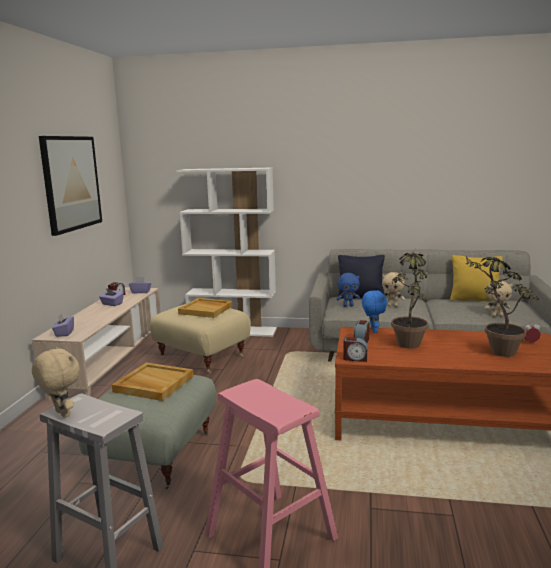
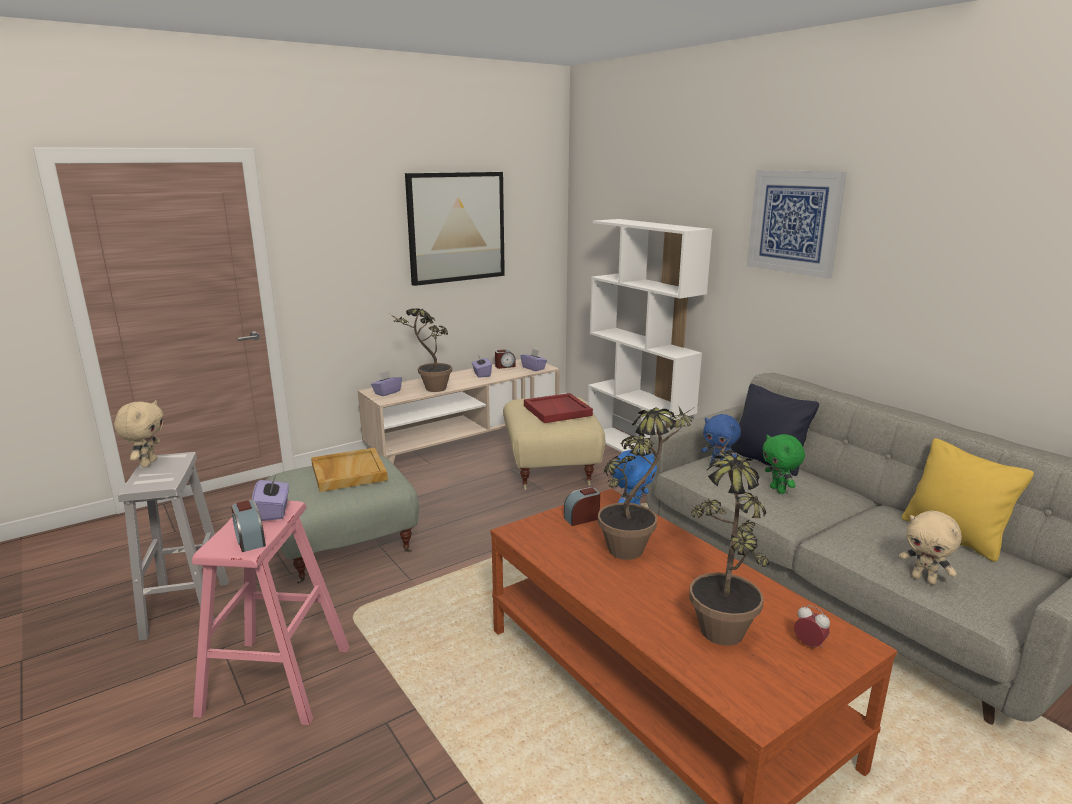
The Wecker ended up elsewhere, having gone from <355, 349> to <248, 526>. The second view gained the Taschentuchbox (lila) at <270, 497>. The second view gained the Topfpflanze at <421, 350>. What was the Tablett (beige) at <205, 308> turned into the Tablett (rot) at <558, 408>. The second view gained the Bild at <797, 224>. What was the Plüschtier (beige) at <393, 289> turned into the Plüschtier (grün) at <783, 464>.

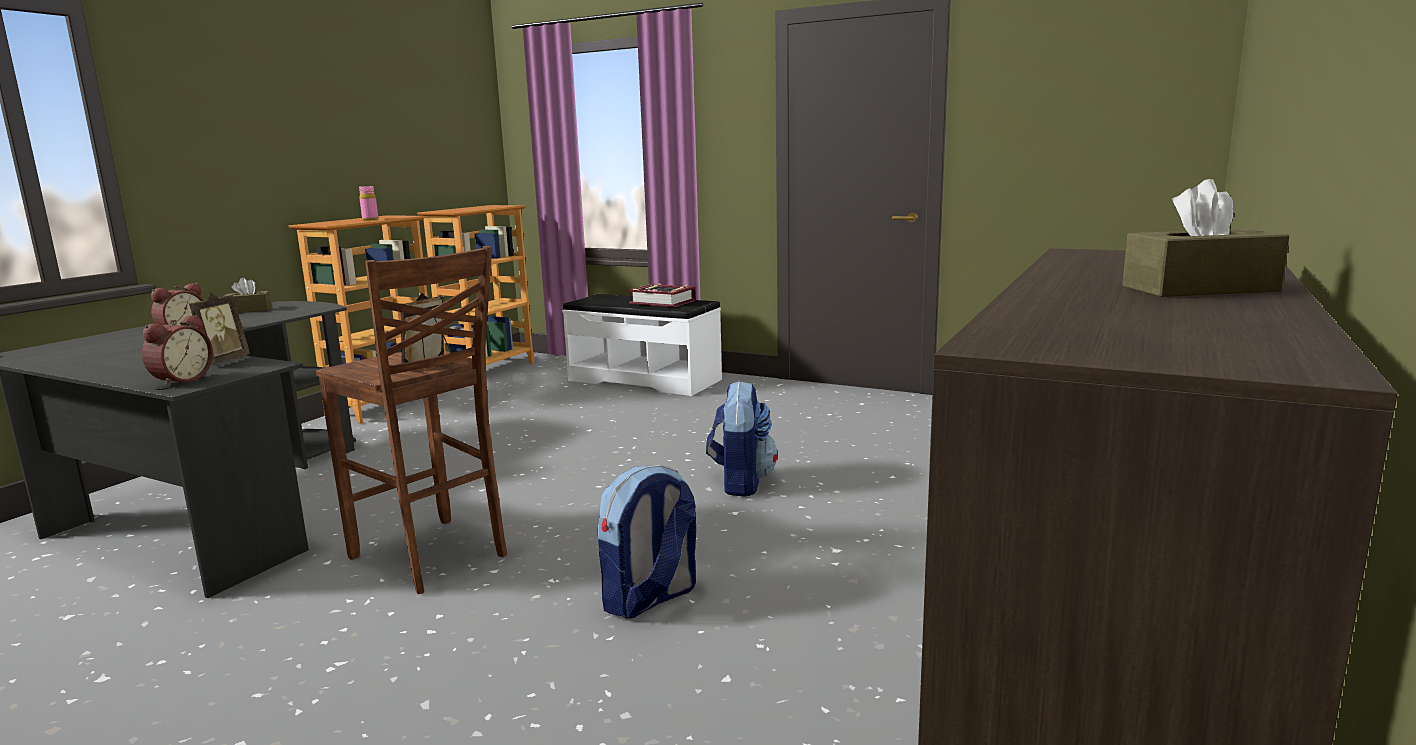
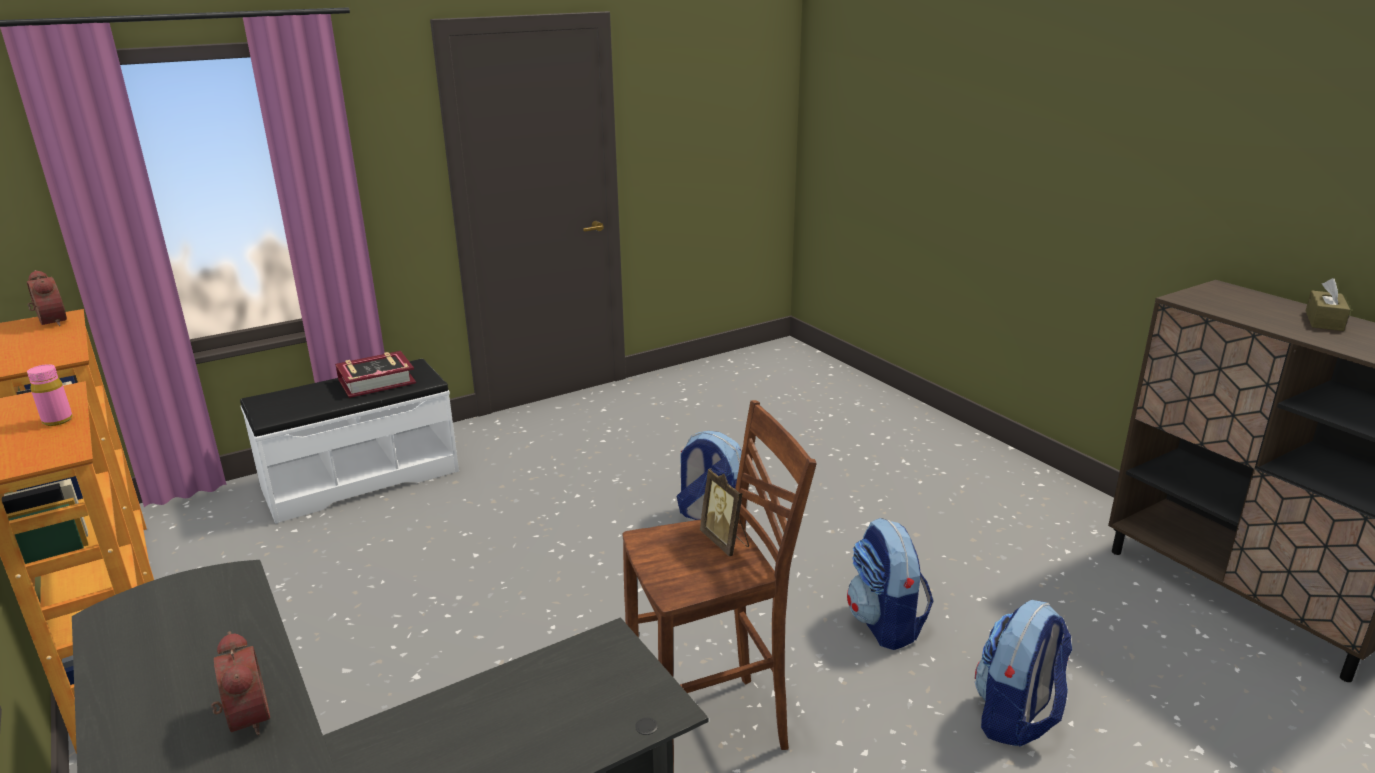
The Wecker ended up elsewhere, having gone from <177, 351> to <47, 298>. The second view gained the Rucksack at <1023, 673>. The second view lost the Bilderrahmen at <219, 328>. The second view lost the Taschentuchbox (braun) at <247, 295>.

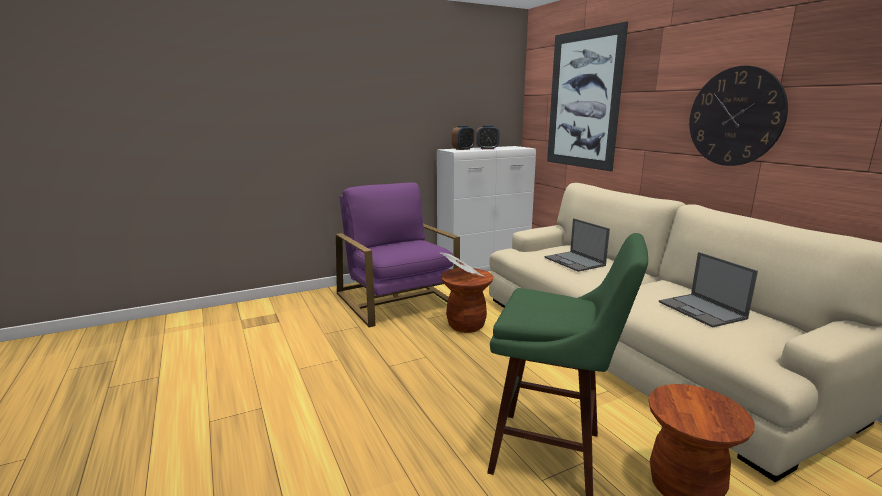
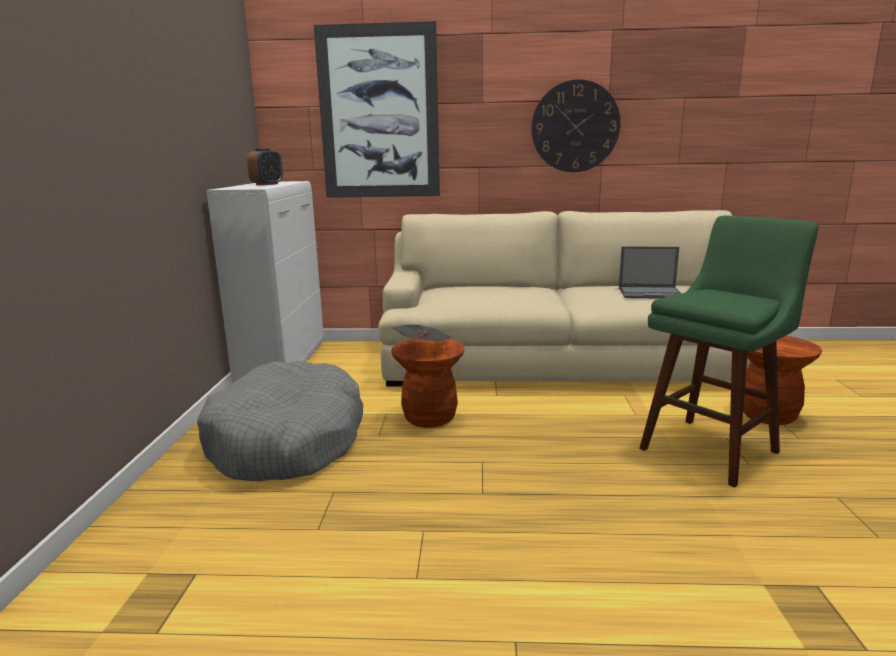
Where the Sessel (lila) stood at <398, 255>, the Hundebett (grau) came to stand at <280, 421>. The second view lost the Wecker at <463, 137>. The second view lost the Laptop at <577, 245>.

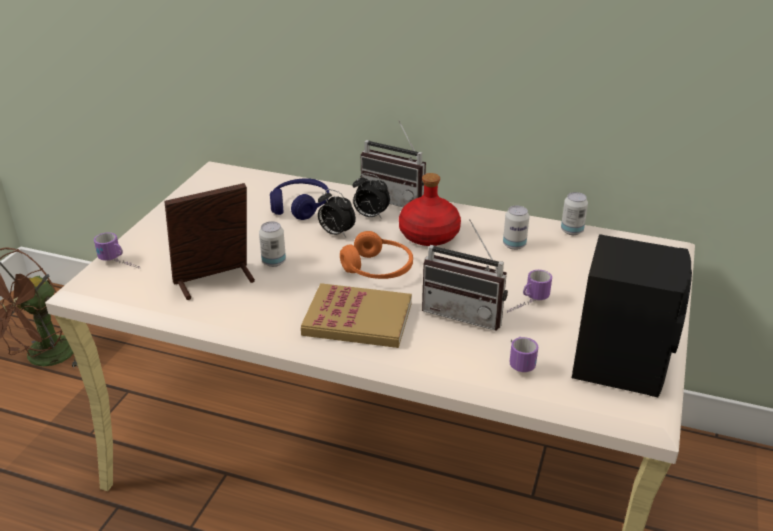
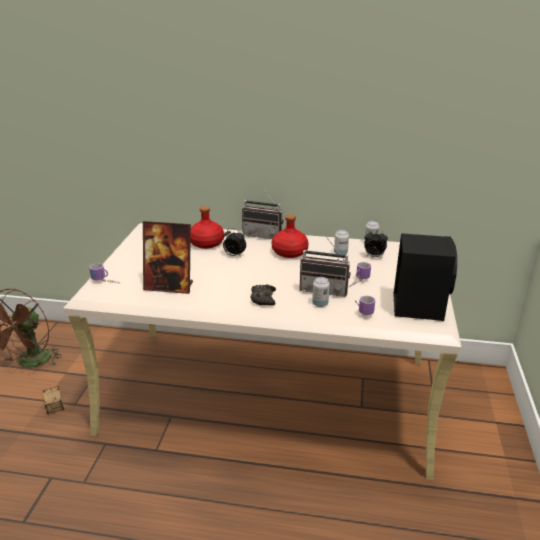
The second view gained the Aufbewahrungsbox at <53, 400>. The Bilderrahmen at <209, 241> ended up facing another way, 135 degrees counterclockwise from before. Where the Kopfhörer (blau) stood at <299, 199>, the Flasche (rot) came to stand at <207, 227>. Where the Buch stood at <356, 315>, the Gamepad (schwarz) came to stand at <263, 295>. The Dose ended up elsewhere, having gone from <272, 244> to <321, 292>. The Wecker ended up elsewhere, having gone from <371, 196> to <376, 243>. The second view lost the Kopfhörer (orange) at <376, 255>.

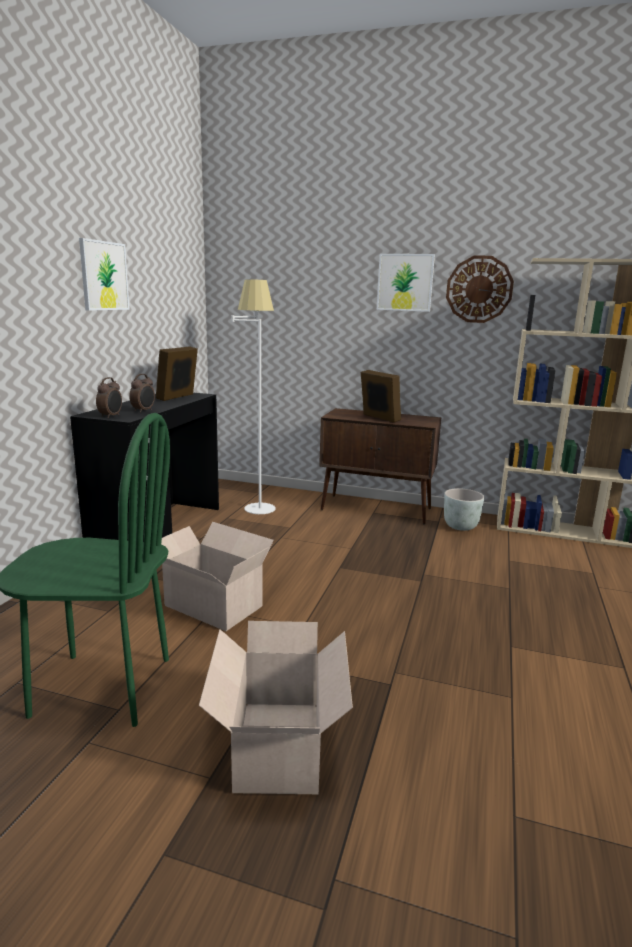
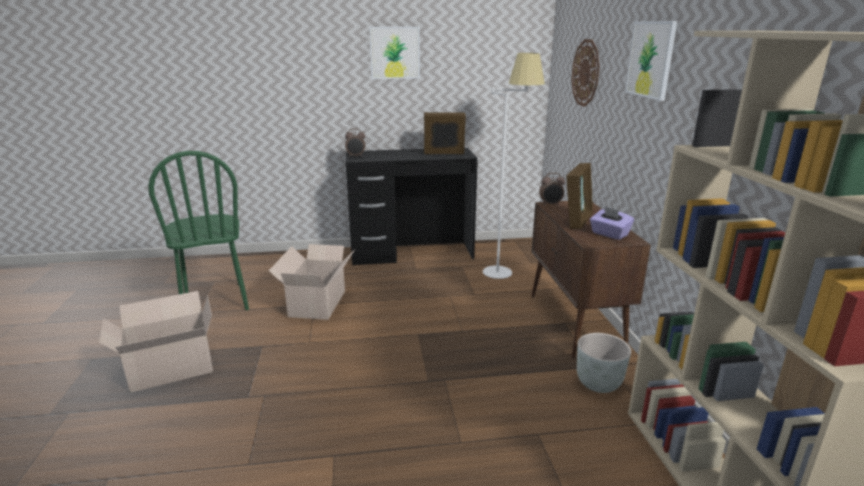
The Wecker ended up elsewhere, having gone from <142, 393> to <552, 189>. The Wanduhr ended up elsewhere, having gone from <480, 289> to <585, 73>. The second view gained the Taschentuchbox (lila) at <612, 223>.

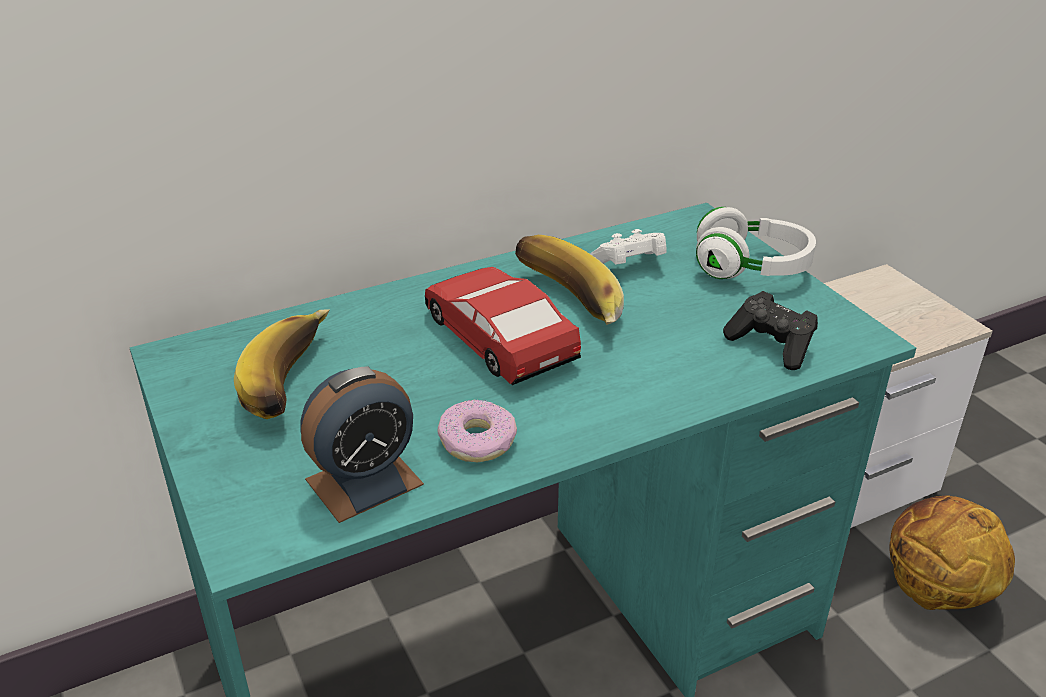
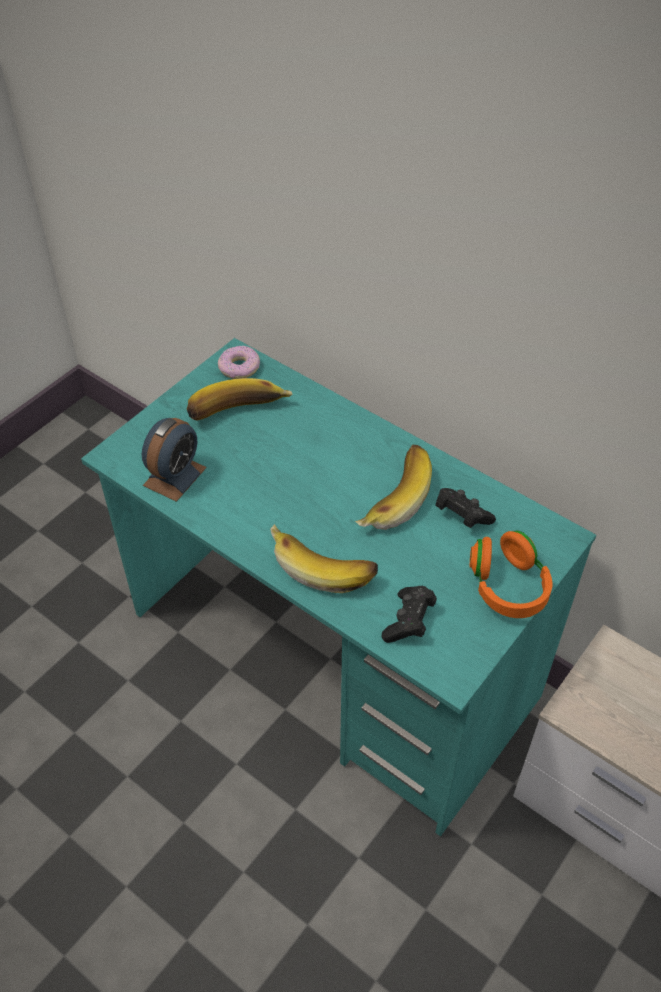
The Wecker at <362, 444> ended up facing another way, 90 degrees counterclockwise from before. The Donut ended up elsewhere, having gone from <477, 430> to <239, 362>. The second view gained the Banane at <324, 558>. What was the Gamepad (weiß) at <628, 247> turned into the Gamepad (schwarz) at <465, 508>. What was the Kopfhörer (weiß) at <756, 243> turned into the Kopfhörer (orange) at <511, 574>. The second view lost the Spielzeugauto at <503, 326>. The second view lost the Basketball at <952, 552>.

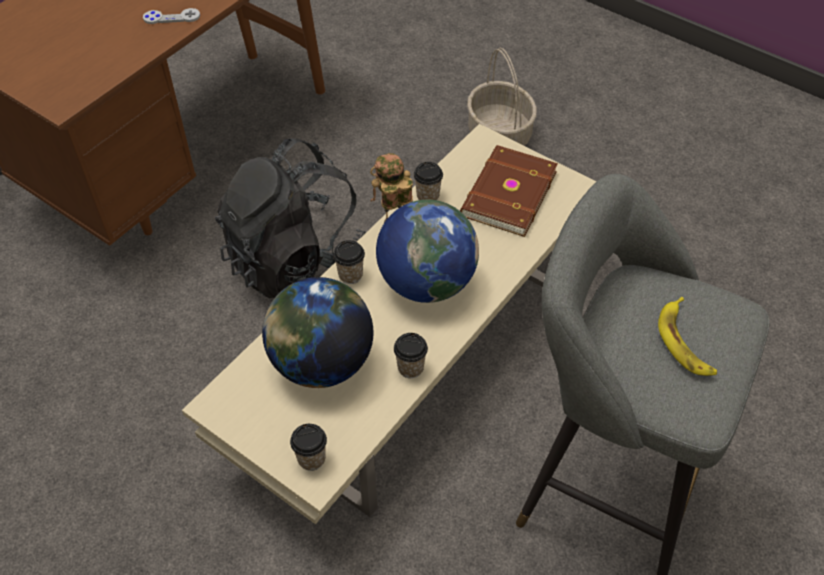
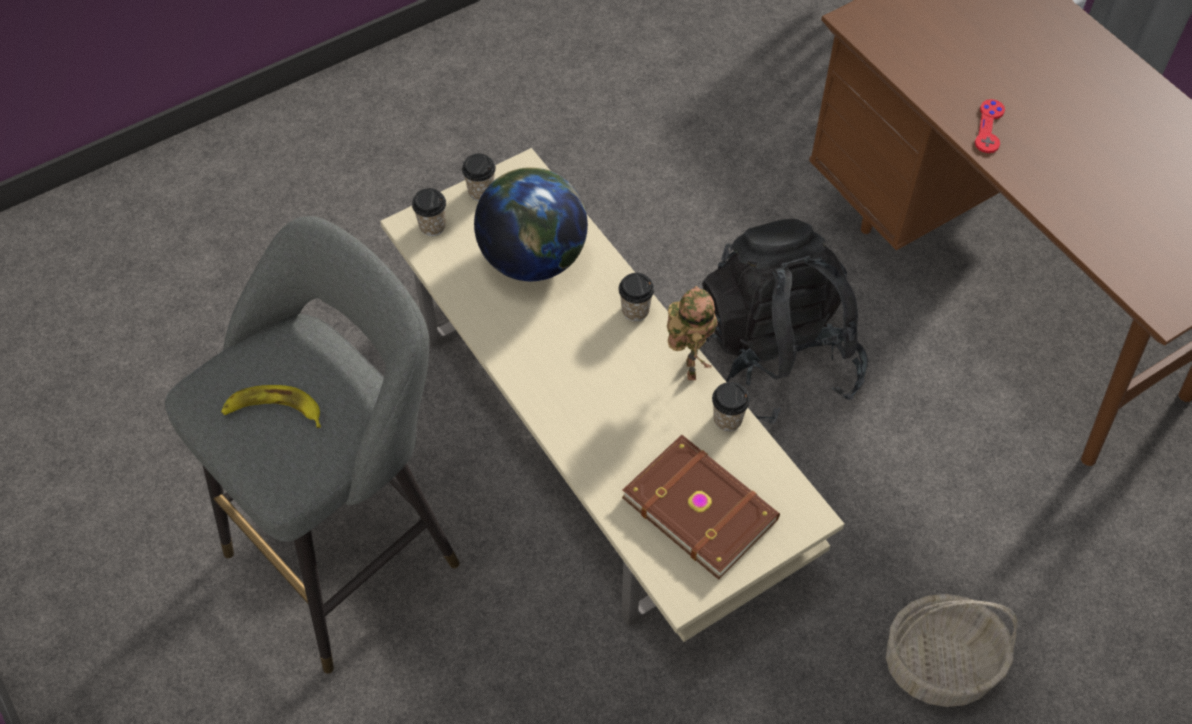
The Tasse ended up elsewhere, having gone from <411, 355> to <479, 177>. What was the Gamepad (grau) at <171, 16> turned into the Gamepad (rot) at <990, 126>. The second view lost the Globus at <427, 251>.

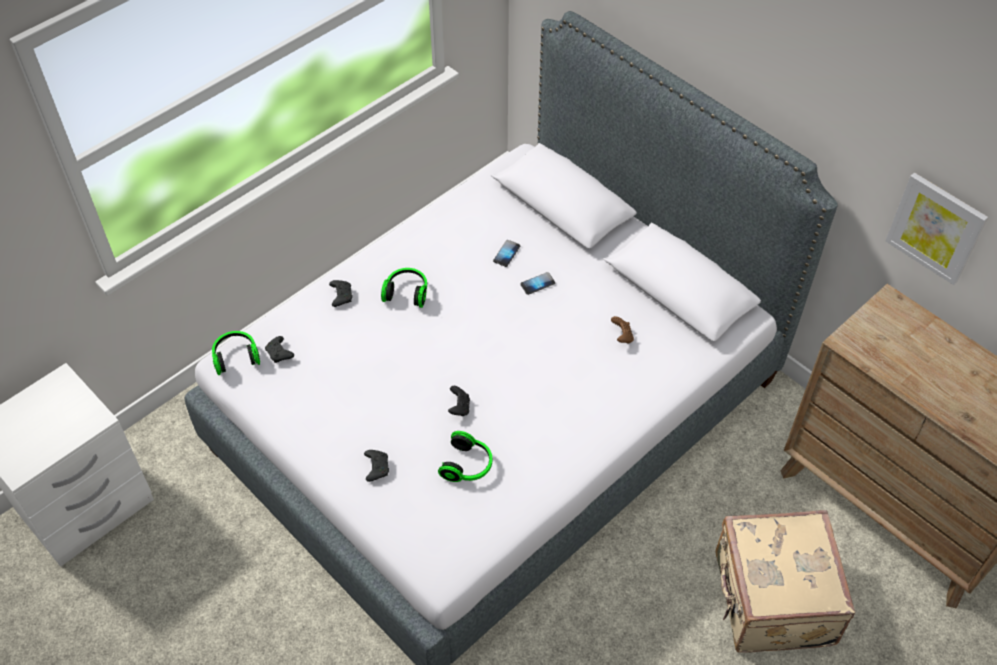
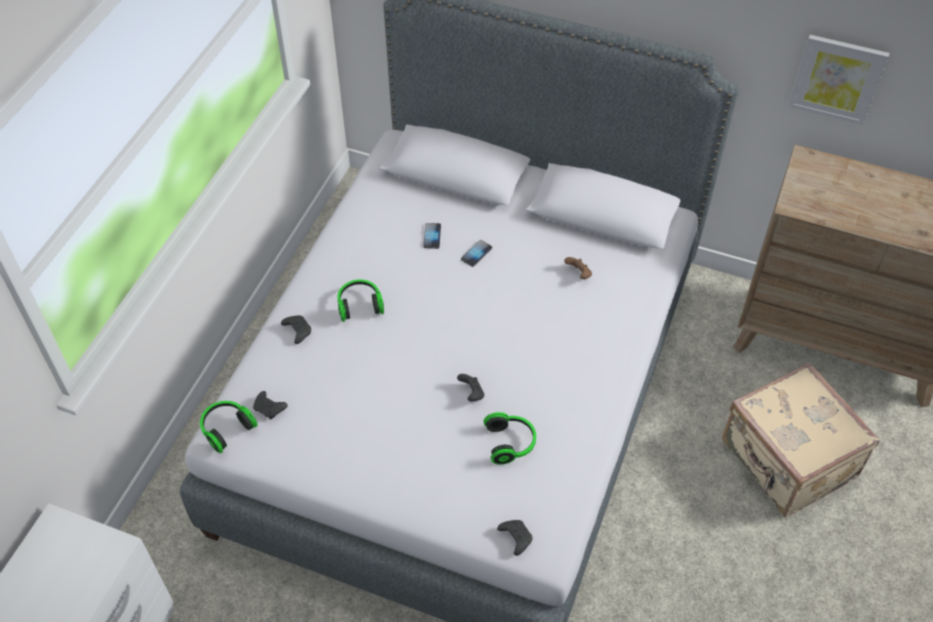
The Gamepad (schwarz) ended up elsewhere, having gone from <376, 466> to <515, 538>.

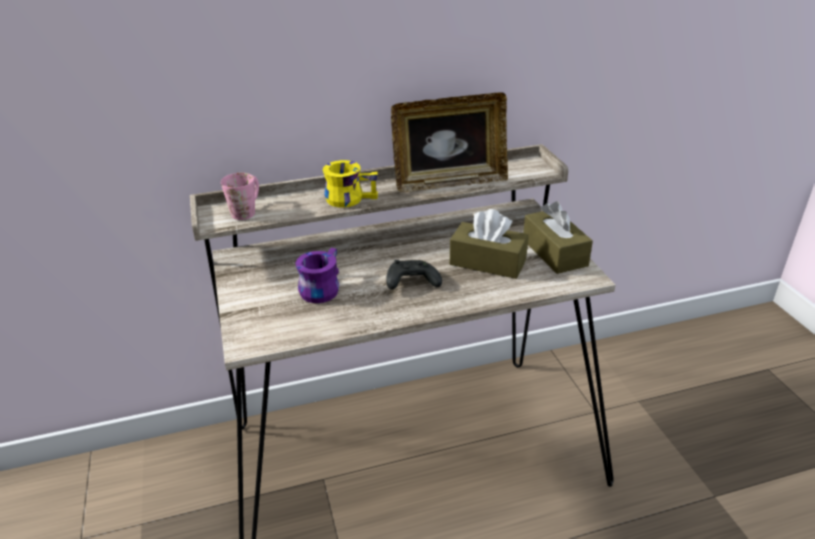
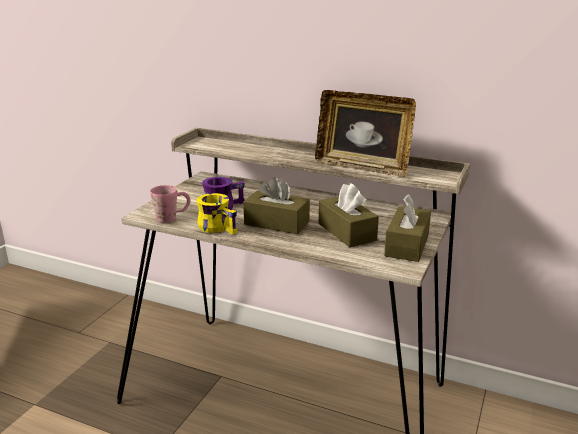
The Henkelbecher (rosa) ended up elsewhere, having gone from <240, 196> to <170, 204>. The Henkelbecher (gelb) ended up elsewhere, having gone from <350, 183> to <216, 213>. Where the Gamepad (schwarz) stood at <414, 275>, the Taschentuchbox (braun) came to stand at <276, 205>.

